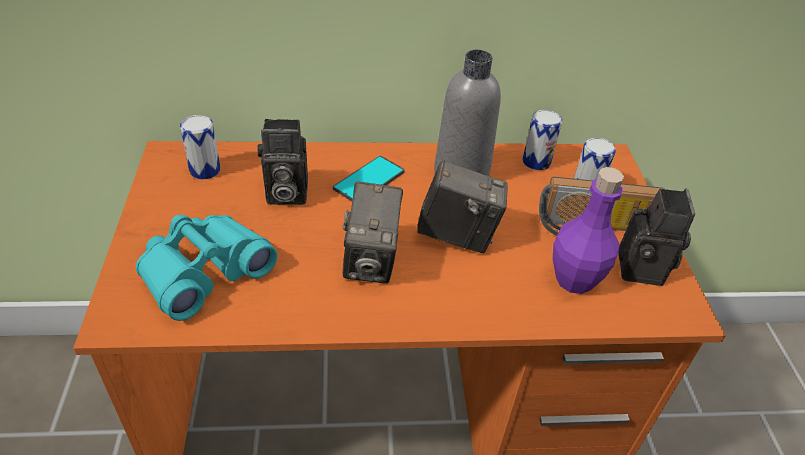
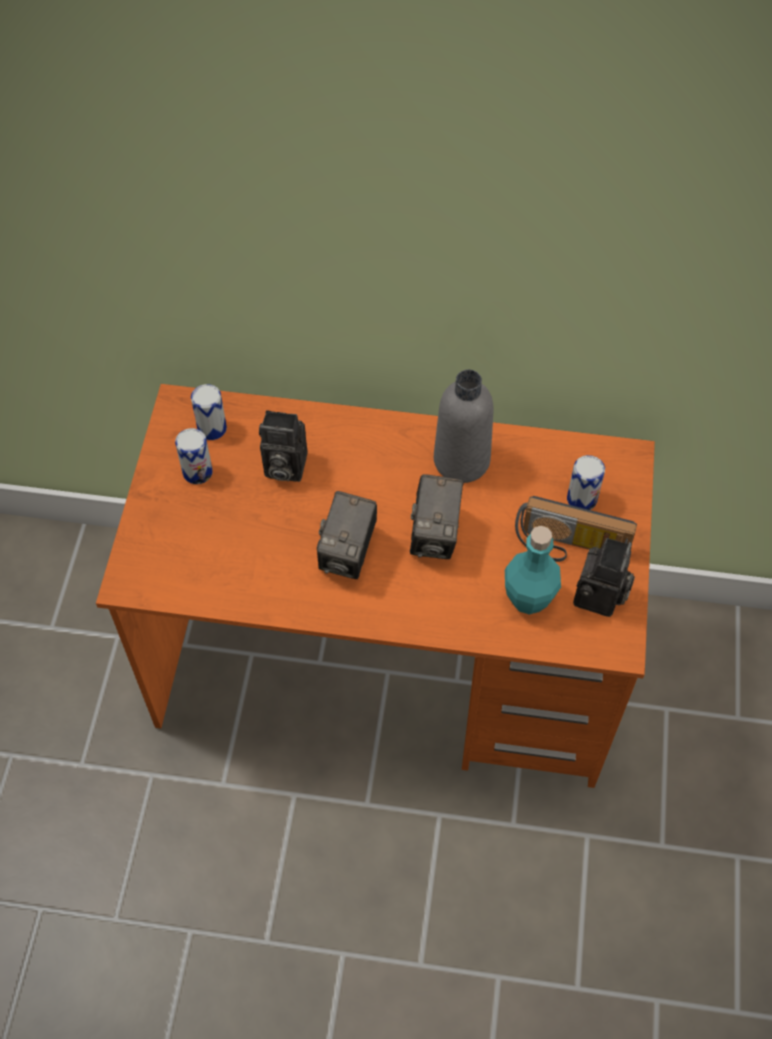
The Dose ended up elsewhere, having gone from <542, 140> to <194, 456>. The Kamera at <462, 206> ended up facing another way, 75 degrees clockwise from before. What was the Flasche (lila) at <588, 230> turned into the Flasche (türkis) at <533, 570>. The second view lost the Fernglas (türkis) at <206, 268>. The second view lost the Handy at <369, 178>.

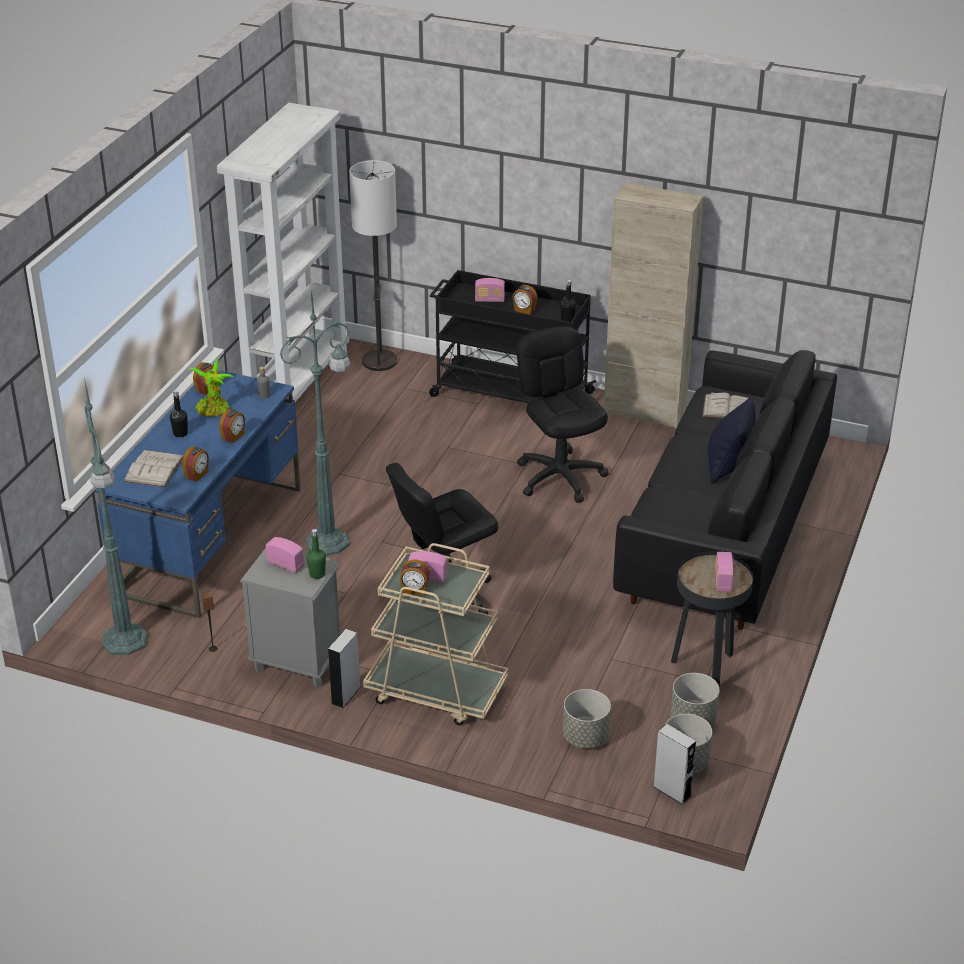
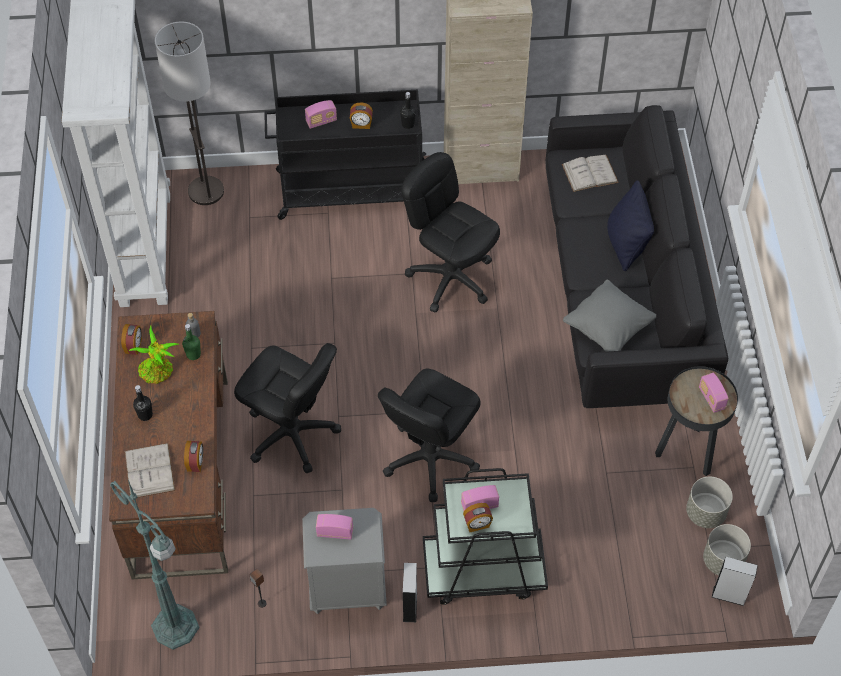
What was the Schreibtisch (blau) at <198, 494> turned into the Schreibtisch (braun) at <168, 445>. The Flasche (grün) ended up elsewhere, having gone from <316, 554> to <191, 342>. Where the Stehlampe (grün) stood at <315, 422>, the Bürostuhl (schwarz) came to stand at <287, 408>. What was the Rollwagen (beige) at <435, 634> turned into the Rollwagen (schwarz) at <485, 536>. The second view gained the Kissen (grau) at <609, 316>. The second view lost the Wecker at <232, 426>. The second view lost the Pflanzkübel (grau) at <587, 718>.

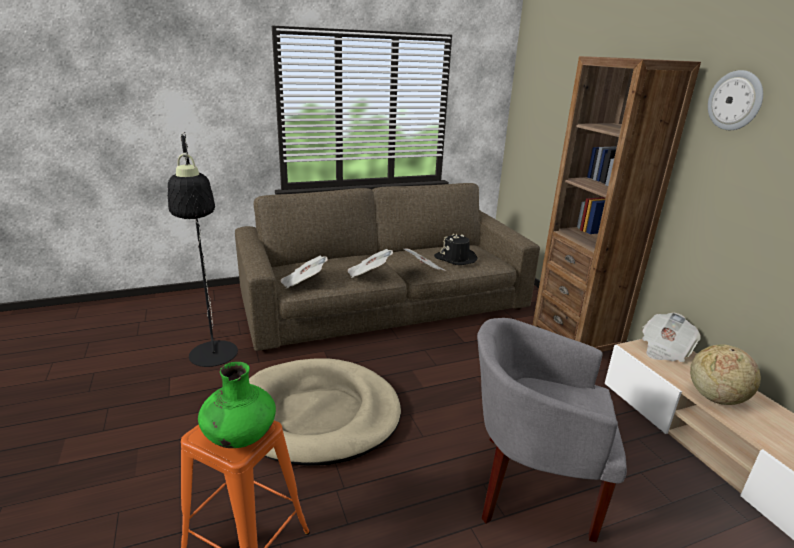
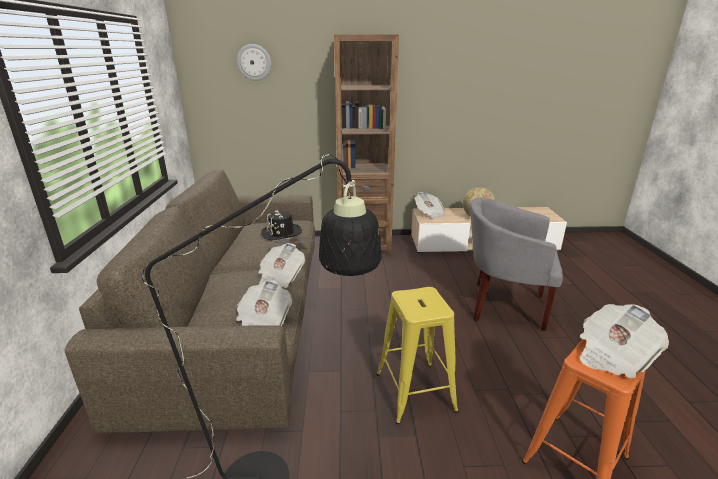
The Wanduhr ended up elsewhere, having gone from <735, 100> to <254, 62>. Where the Hundebett (beige) stood at <325, 412>, the Hocker (gelb) came to stand at <417, 355>. The Sessel (grau) at <552, 430> ended up facing another way, 75 degrees clockwise from before. Where the Vase (grün) stood at <237, 405>, the Zeitung came to stand at <624, 341>.

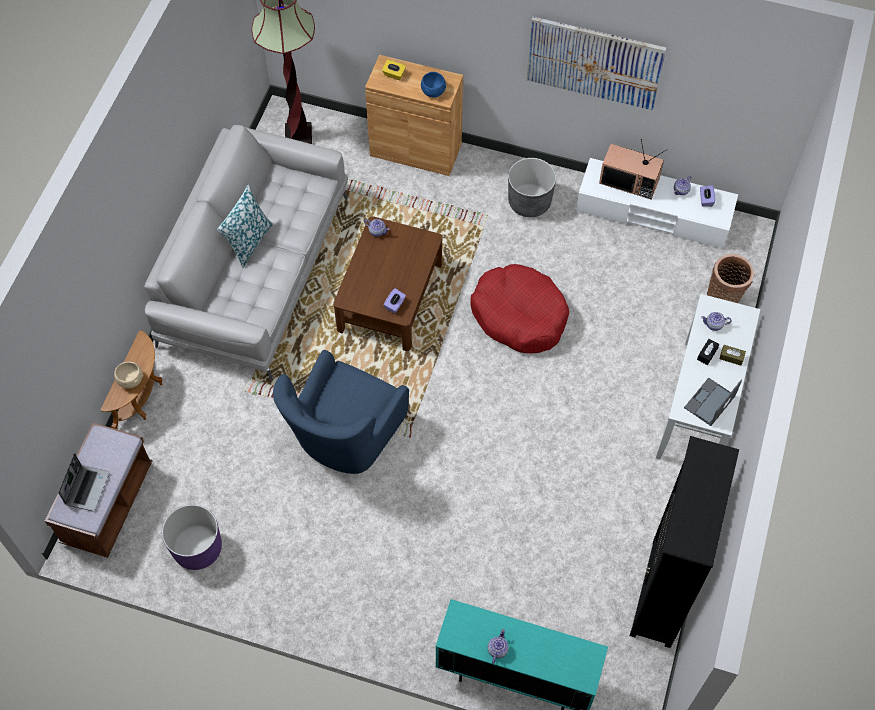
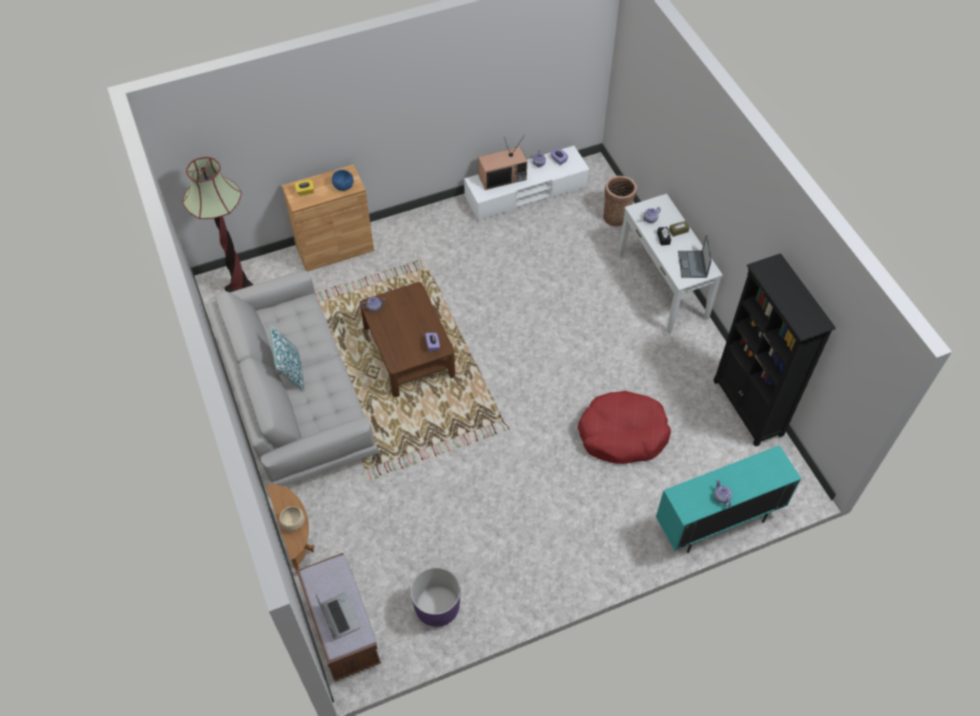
The Hundebett (rot) ended up elsewhere, having gone from <519, 309> to <624, 427>. The second view lost the Sessel (blau) at <341, 412>. The second view lost the Pflanzkübel (grau) at <532, 187>. The second view lost the Bild at <596, 63>.

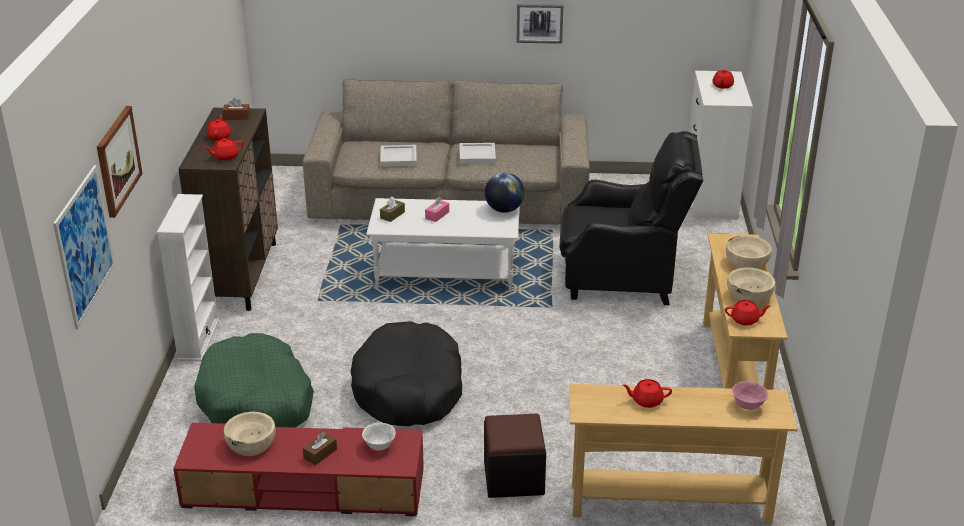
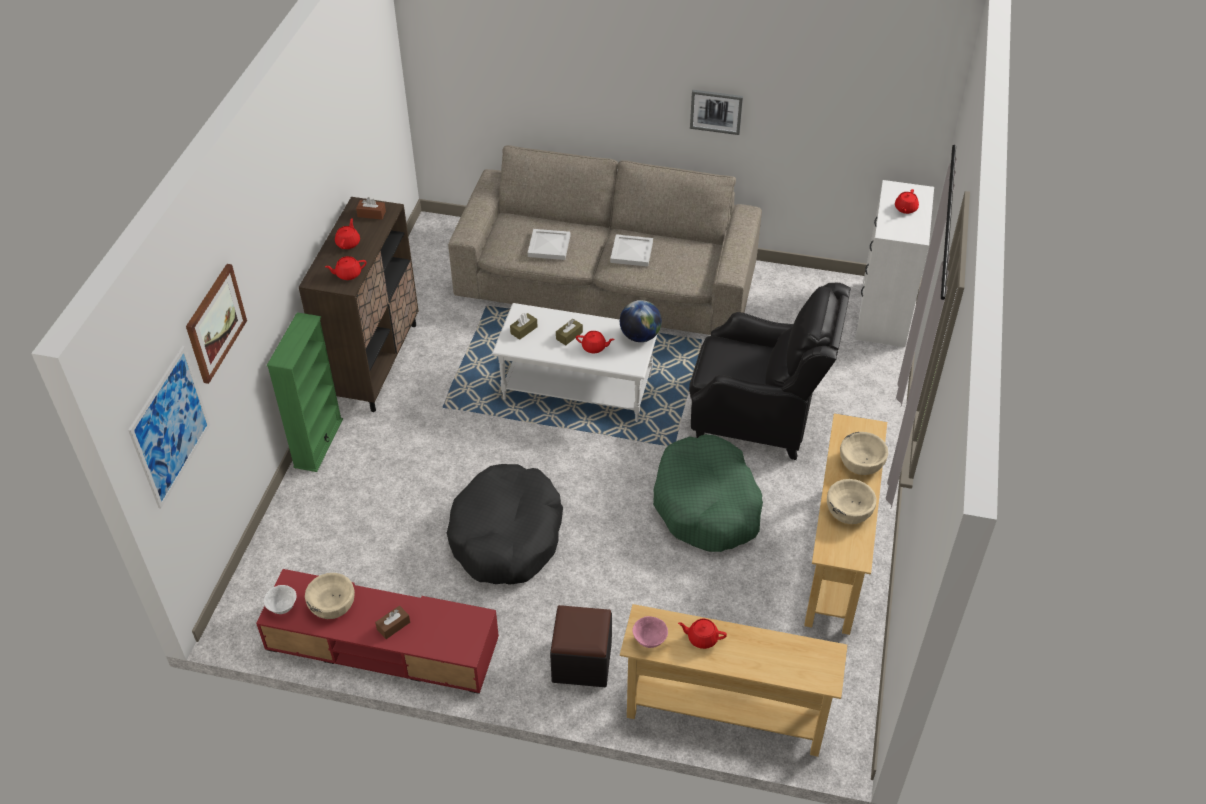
The Schüssel (weiß) ended up elsewhere, having gone from <379, 436> to <280, 599>. What was the Bücherregal (weiß) at <188, 277> turned into the Bücherregal (grün) at <305, 392>. What was the Taschentuchbox (rosa) at <437, 209> turned into the Taschentuchbox (braun) at <569, 332>. The Teekanne (rot) ended up elsewhere, having gone from <748, 313> to <595, 342>. The Schüssel (rosa) ended up elsewhere, having gone from <750, 395> to <650, 632>. The Hundebett (grün) ended up elsewhere, having gone from <254, 380> to <708, 493>.

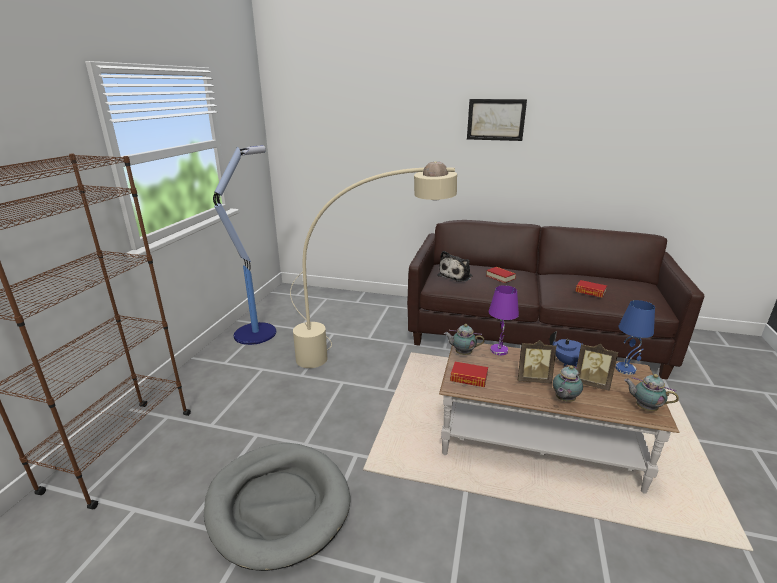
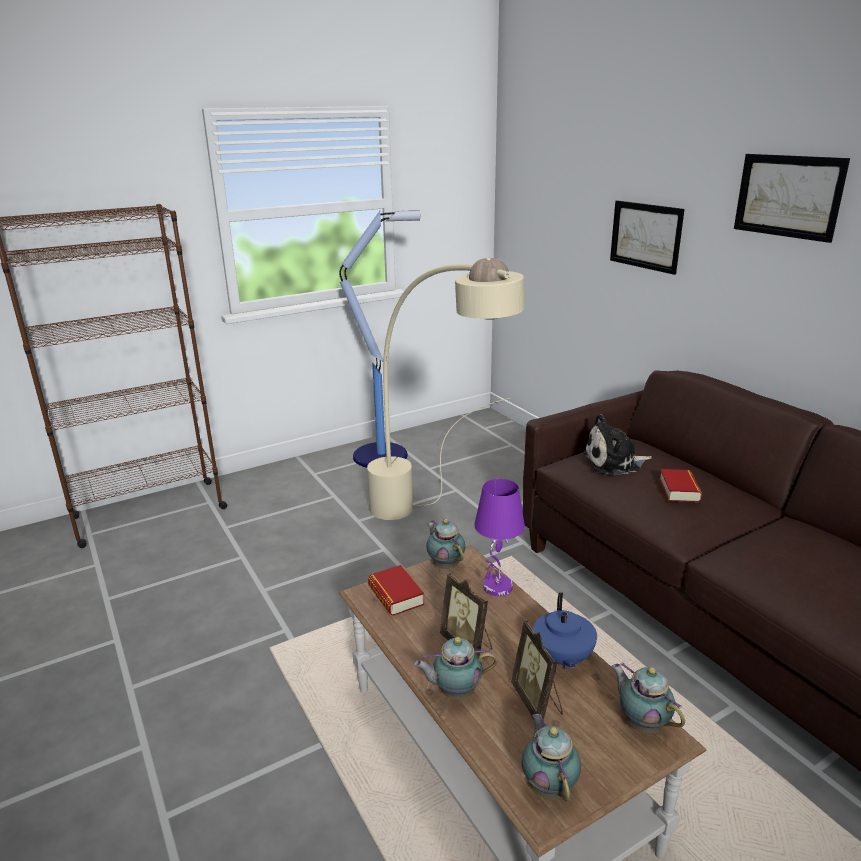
The second view gained the Bild at <647, 237>. Where the Tischlampe (blau) stood at <635, 337>, the Teekanne came to stand at <648, 698>. The second view lost the Hundebett (grau) at <277, 507>. The second view lost the Buch at <591, 289>.

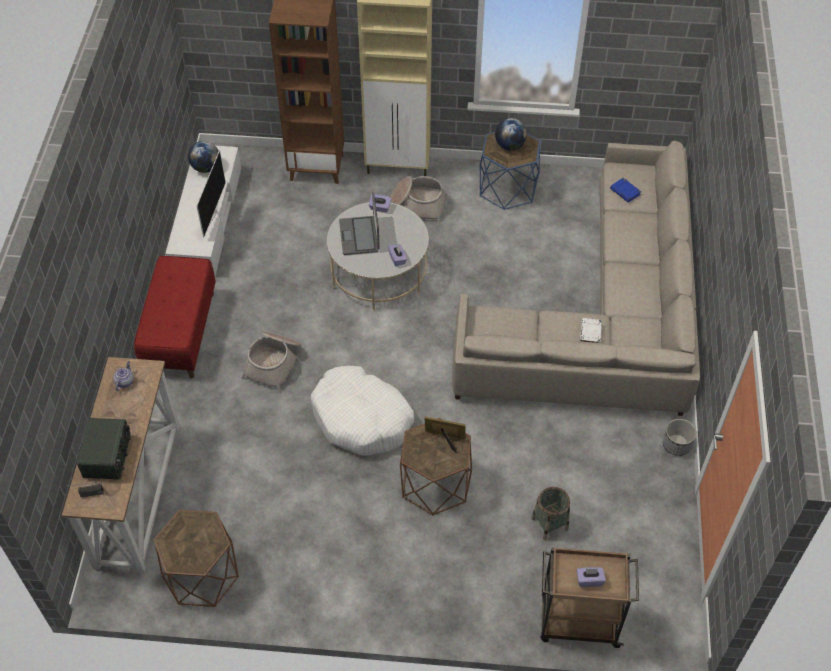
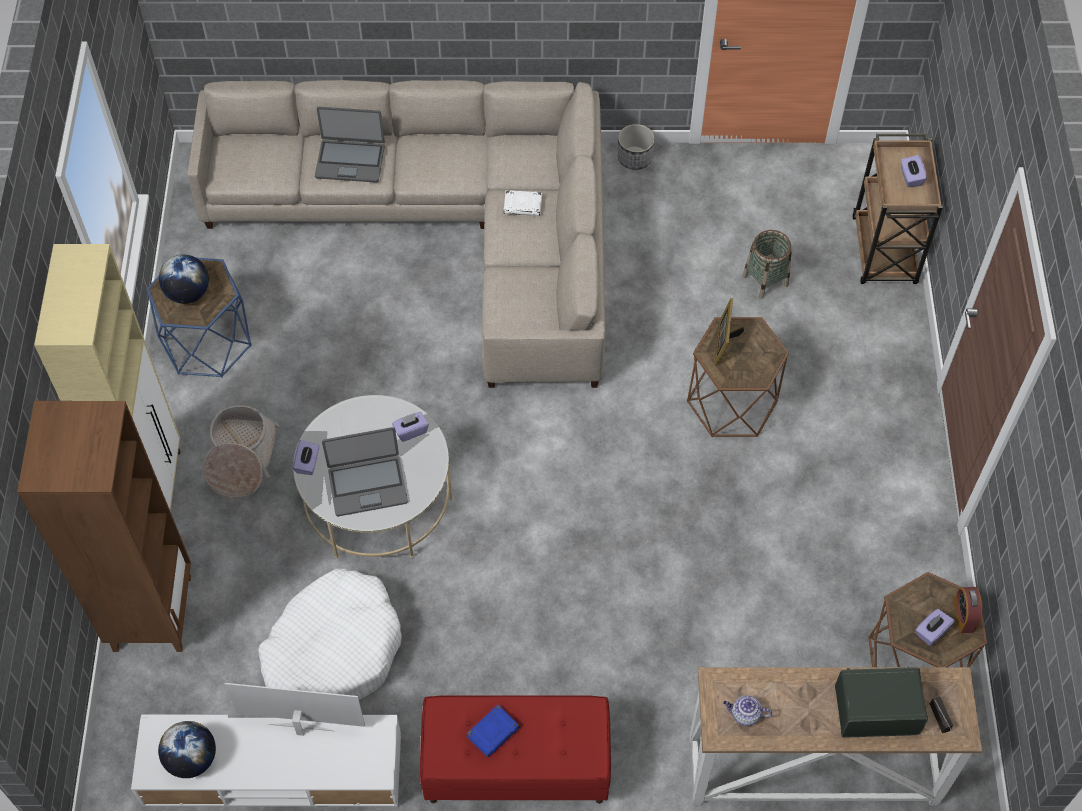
The Hundebett (weiß) ended up elsewhere, having gone from <362, 411> to <330, 634>. The second view gained the Laptop at <350, 145>. The Buch (blau) ended up elsewhere, having gone from <625, 190> to <493, 731>. The second view gained the Taschentuchbox (lila) at <935, 627>. The second view gained the Wecker at <967, 610>. The second view lost the Korb at <271, 361>.

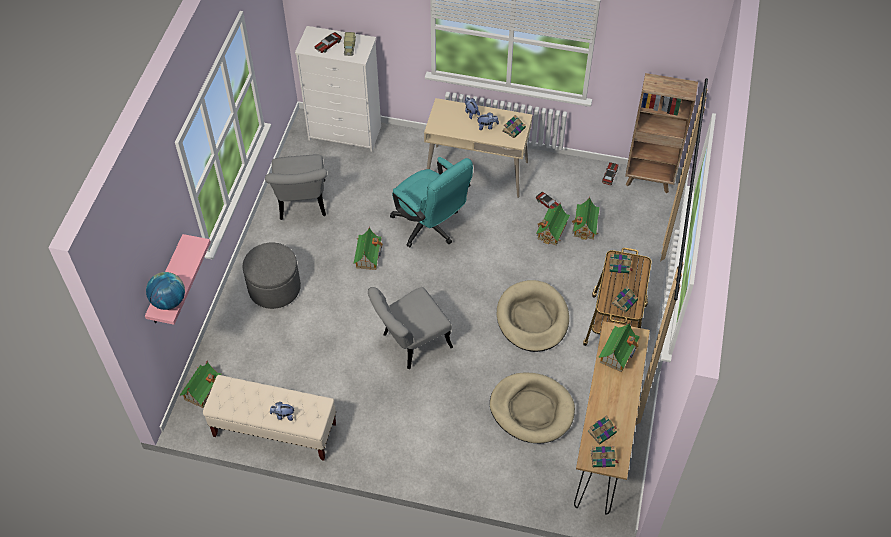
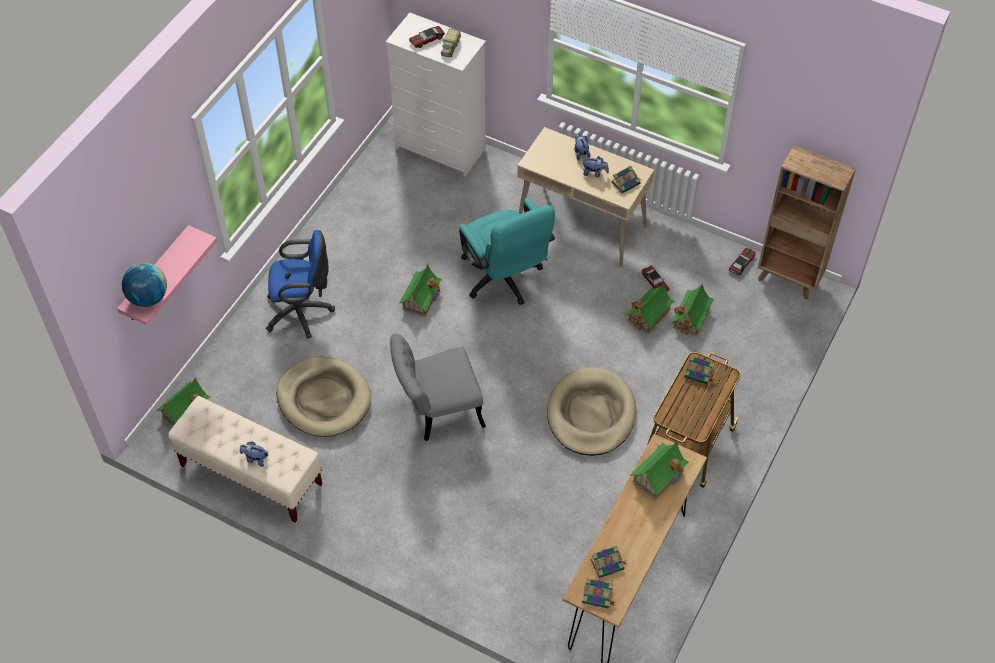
Where the Polsterhocker (grau) stood at <271, 275>, the Bürostuhl (blau) came to stand at <300, 284>. The Hundebett (beige) ended up elsewhere, having gone from <532, 407> to <323, 396>. The second view lost the Stuhl (grau) at <296, 187>. The second view lost the Buch at <625, 299>.

